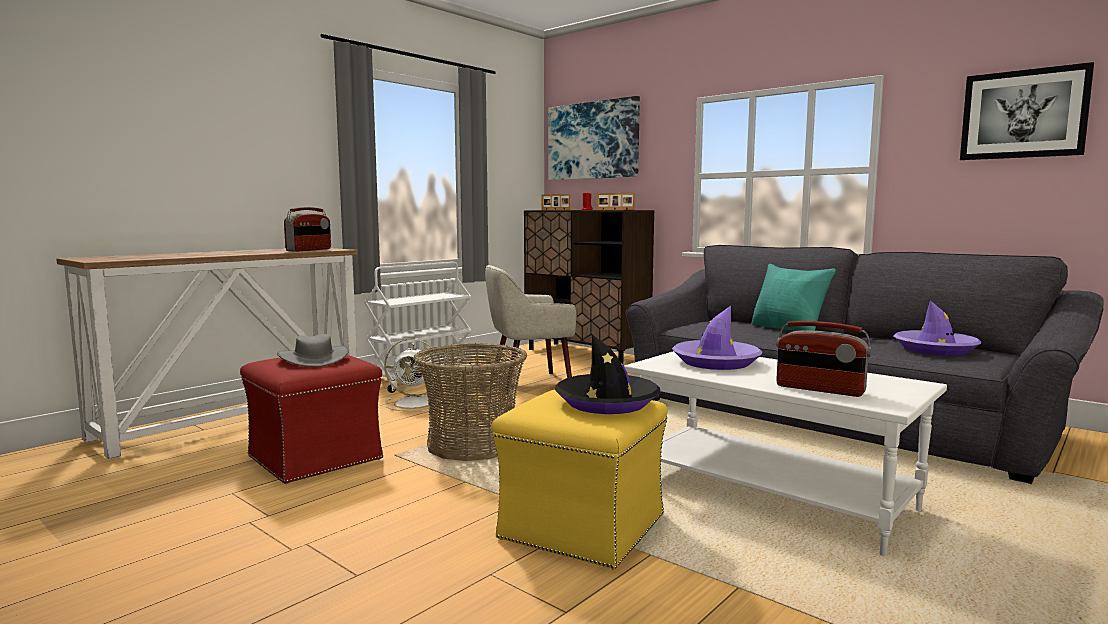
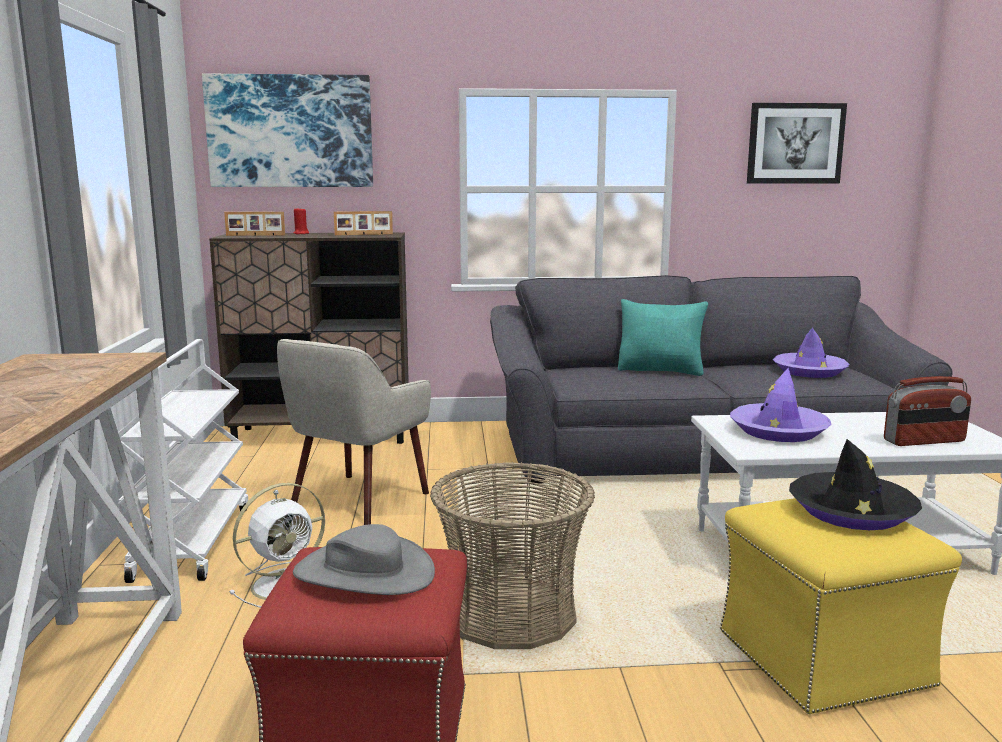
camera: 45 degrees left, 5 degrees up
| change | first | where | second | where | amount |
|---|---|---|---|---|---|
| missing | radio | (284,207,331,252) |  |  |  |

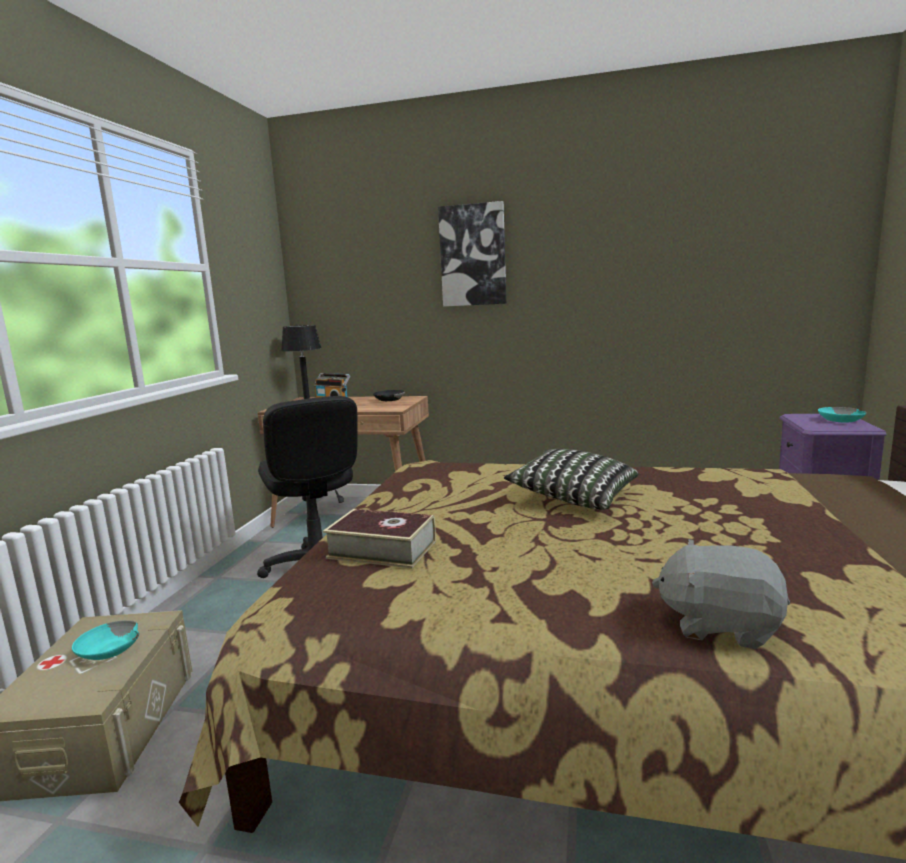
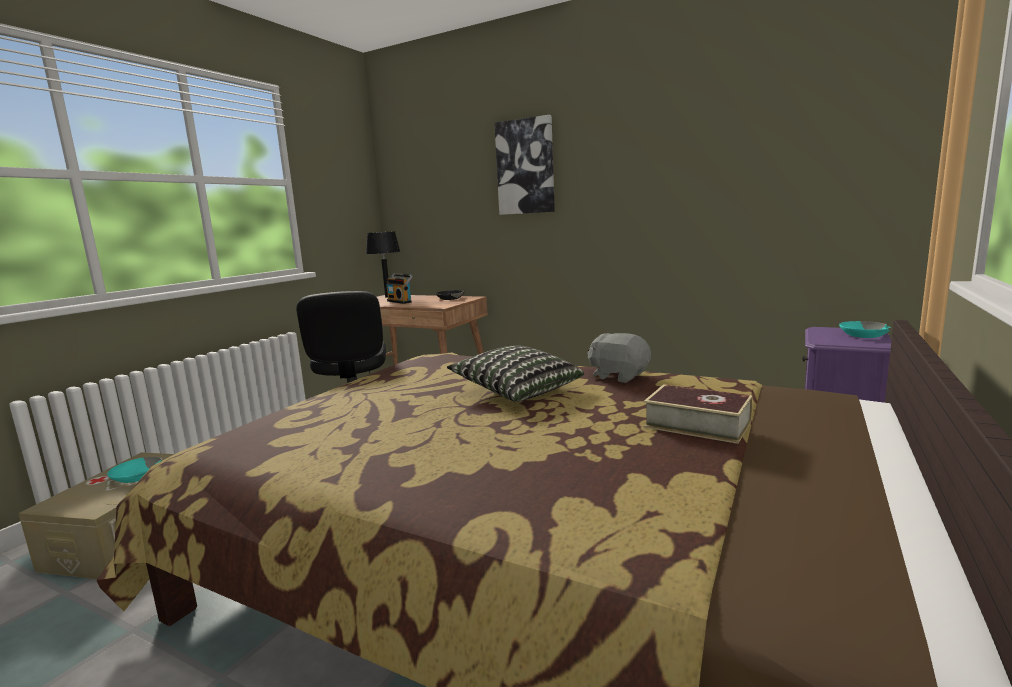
camera: 15 degrees right, 0 degrees up
| change | first | where | second | where | amount |
|---|---|---|---|---|---|
| relocated | grey plush toy | (652,539,790,649) |  | (587,333,651,383) |  |
| relocated | book | (323,509,436,568) |  | (644,384,753,444) |  |

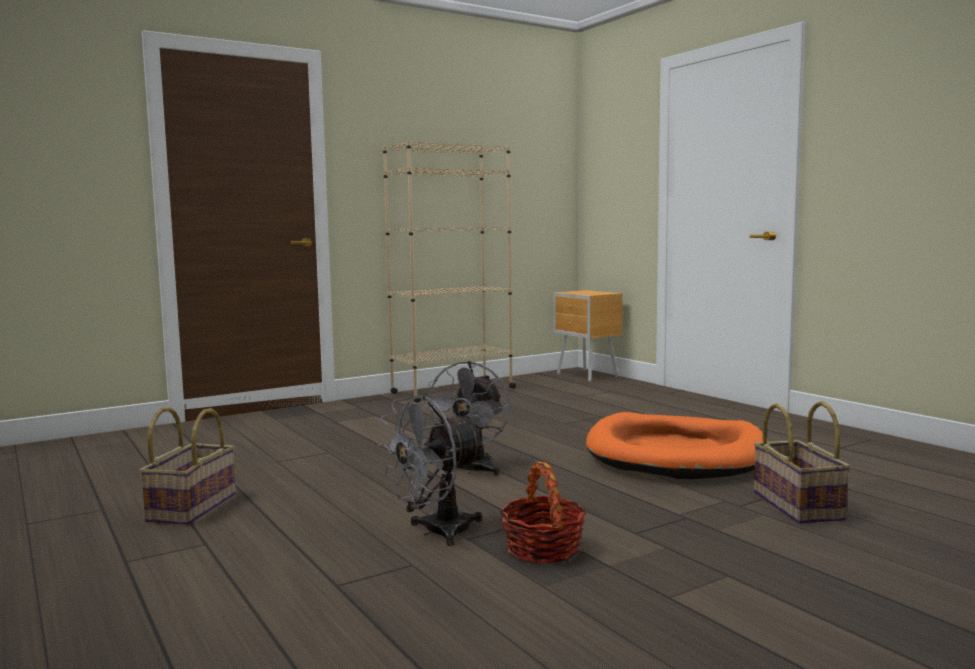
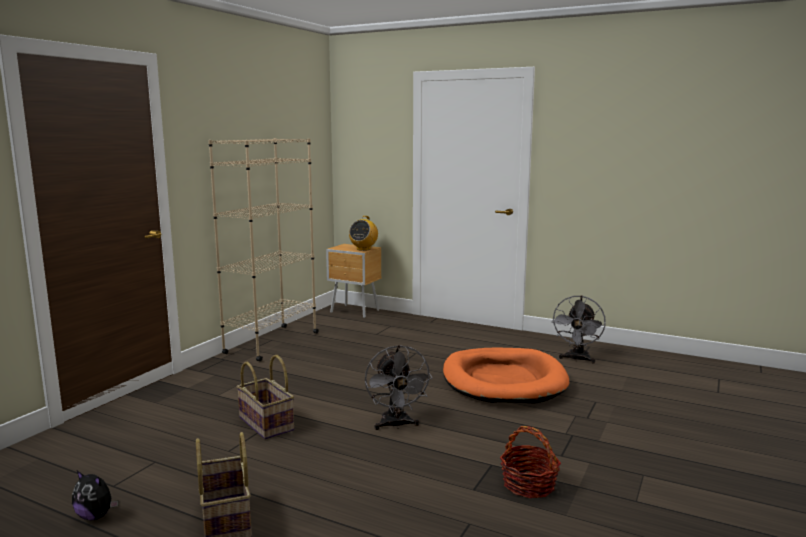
camera: 30 degrees left, 5 degrees up
| change | first | where | second | where | amount |
|---|---|---|---|---|---|
| appeared |  |  | plush toy | (72,471,118,520) |  |
| relocated | basket | (754,401,850,524) |  | (237,355,294,439) |  |
| appeared |  |  | radio | (349,216,378,251) |  |
| relocated | grey fan | (378,395,486,546) |  | (552,295,606,364) |  |

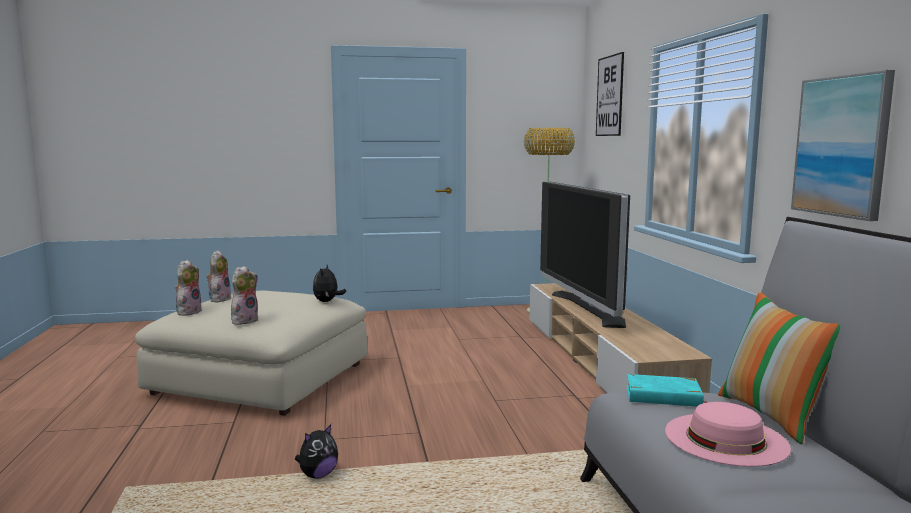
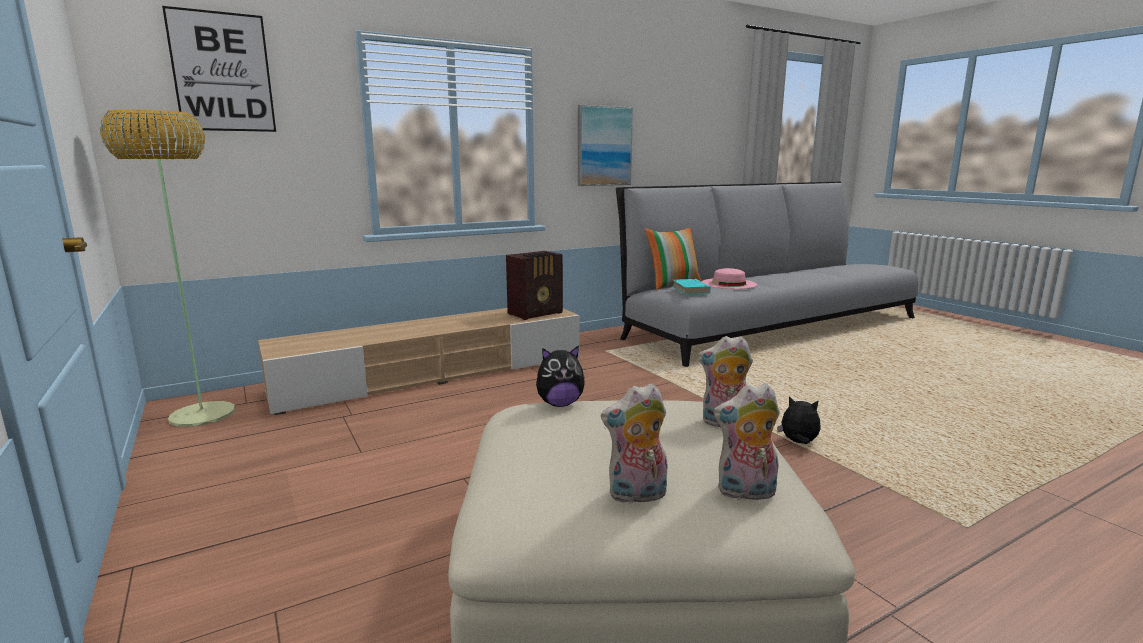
camera: 110 degrees left, 5 degrees up
| change | first | where | second | where | amount |
|---|---|---|---|---|---|
| appeared |  |  | radio | (506,251,563,320) |  |
| missing | television | (540,182,630,328) |  |  |  |

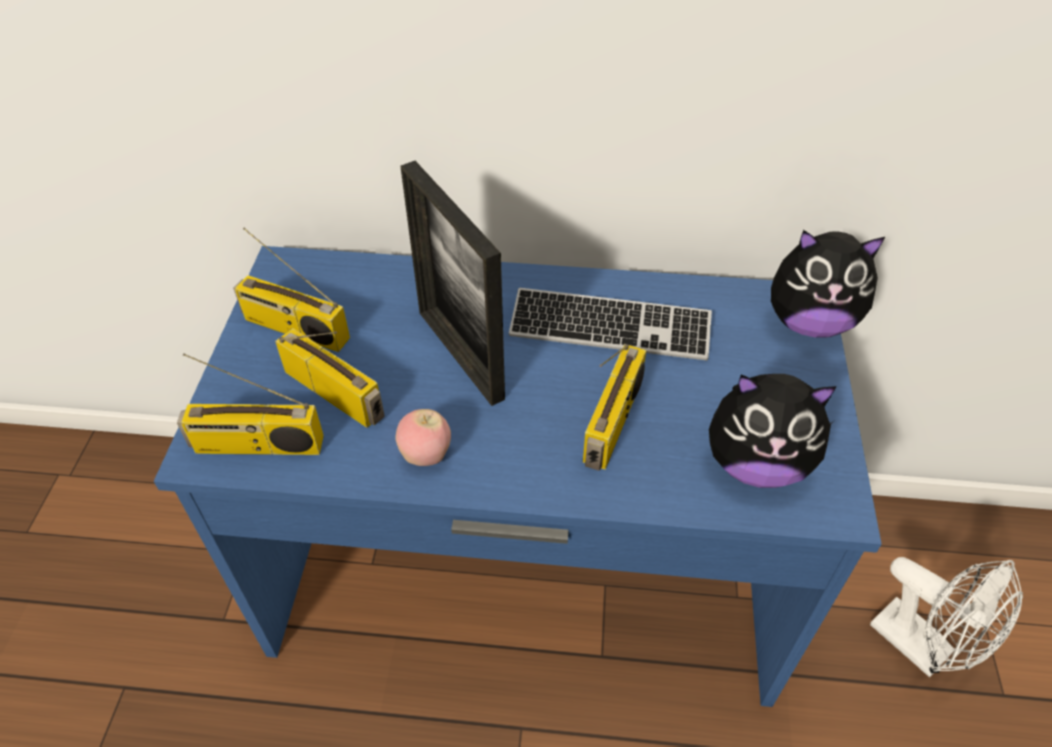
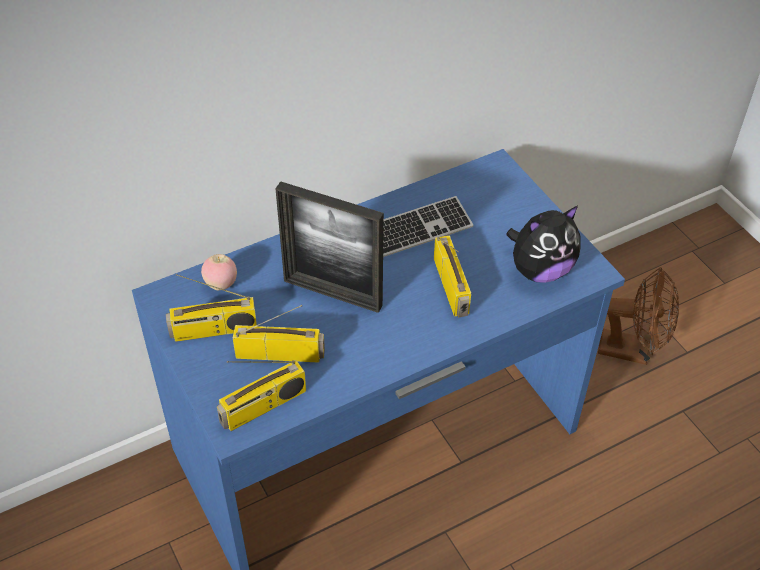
camera: 35 degrees left, 0 degrees up
| change | first | where | second | where | amount |
|---|---|---|---|---|---|
| relocated | apple | (395,409,451,466) |  | (201,254,237,290) |  |
| colour | white fan | (870,557,1023,677) | brown fan | (598,267,679,365) |  |
| missing | plush toy | (771,230,885,338) |  |  |  |

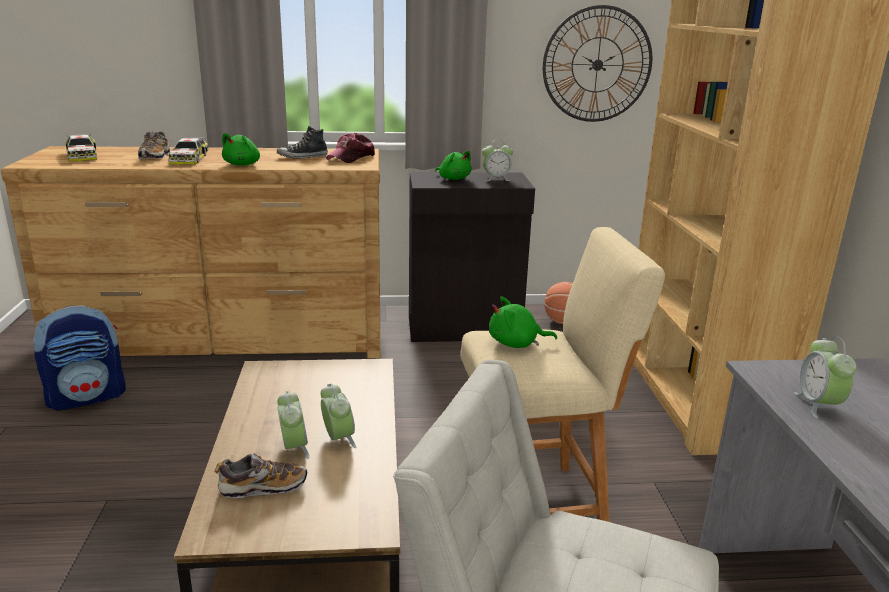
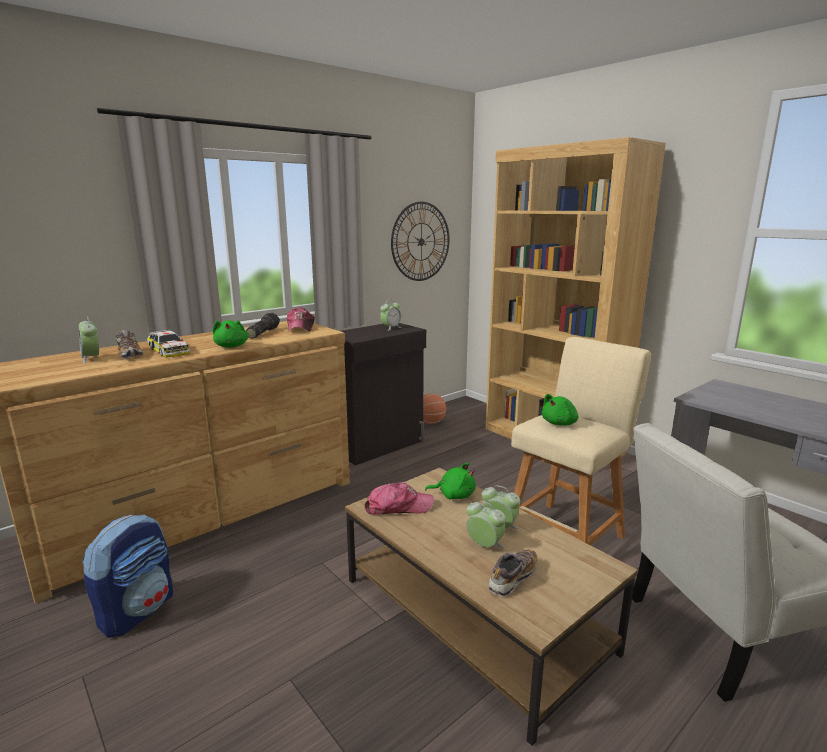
camera: 35 degrees left, 5 degrees down
| change | first | where | second | where | amount |
|---|---|---|---|---|---|
| relocated | alarm clock | (794,336,857,419) |  | (79,317,99,363) |  |
| exchanged | shoe | (277,126,328,159) | flashlight | (246,313,280,338) |  |
| appeared |  |  | cap | (365,482,434,515) |  |
| relocated | green plush toy | (435,151,472,180) |  | (425,463,476,499) |  |
| missing | toy car | (66,134,97,162) |  |  |  |

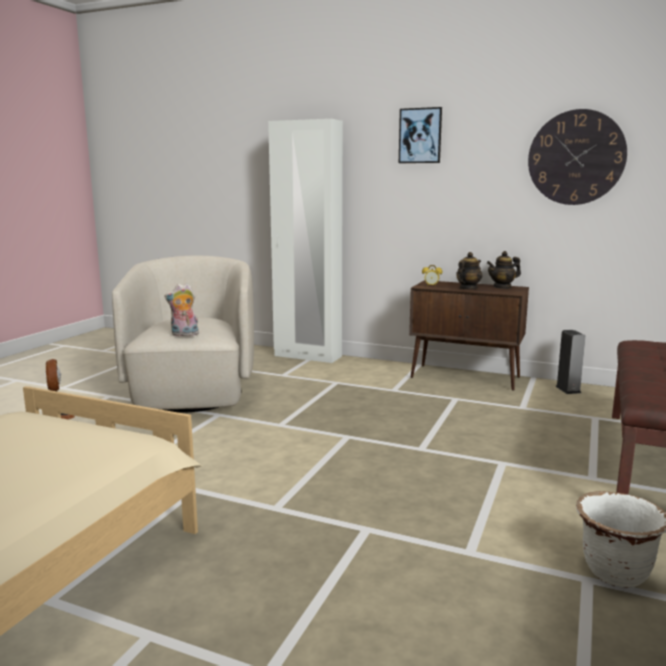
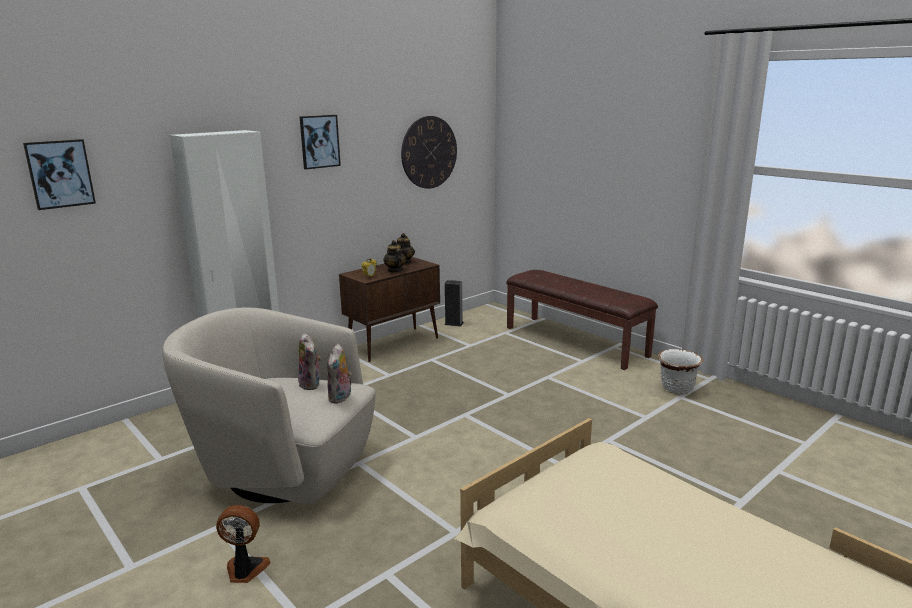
camera: 65 degrees left, 5 degrees up
| change | first | where | second | where | amount |
|---|---|---|---|---|---|
| appeared |  |  | picture | (23,139,96,210) |  |
| appeared |  |  | plush toy | (298,333,321,390) |  |

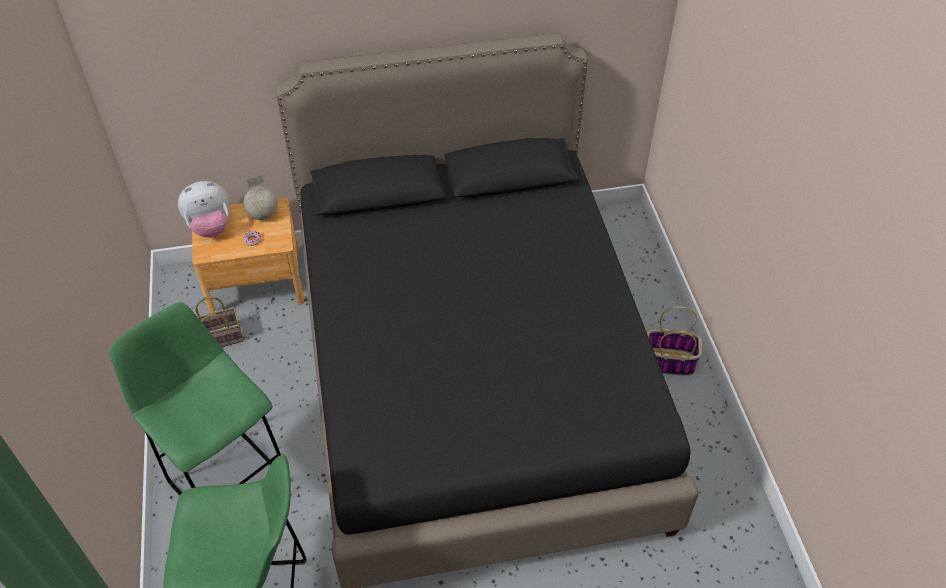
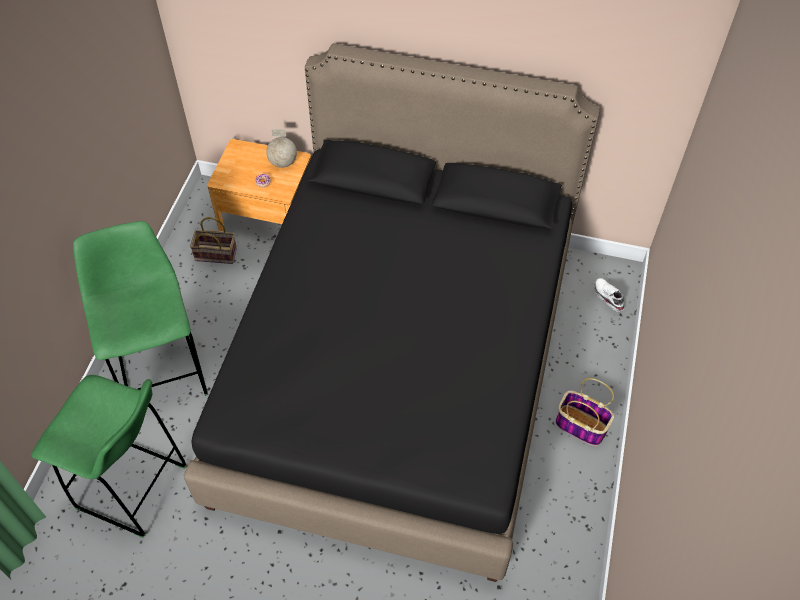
camera: 25 degrees right, 5 degrees up
| change | first | where | second | where | amount |
|---|---|---|---|---|---|
| appeared |  |  | white shoe | (595,278,624,312) |  |
| missing | plush toy | (178,181,229,238) |  |  |  |

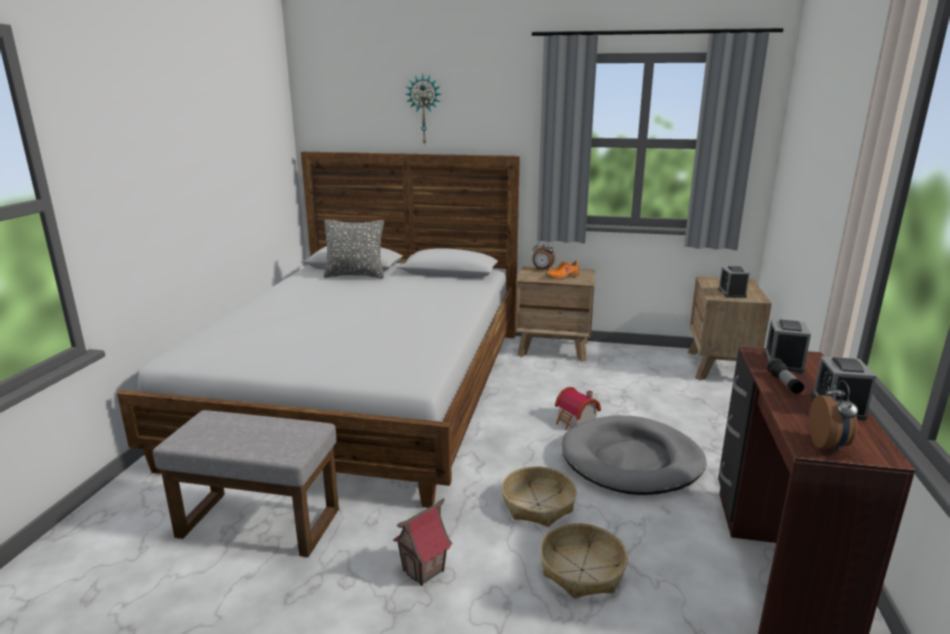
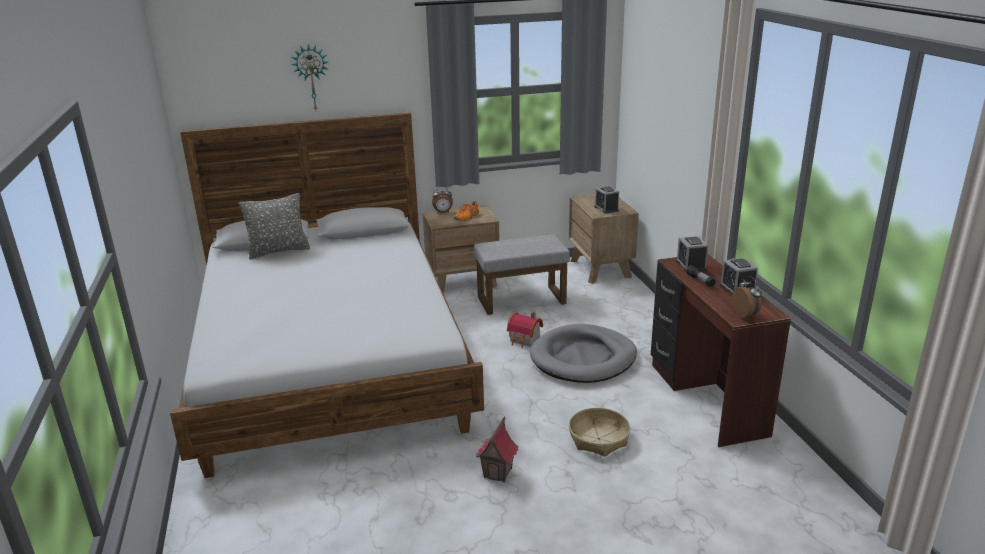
camera: 25 degrees left, 5 degrees up
| change | first | where | second | where | amount |
|---|---|---|---|---|---|
| relocated | grey ottoman | (153,410,339,557) |  | (474,235,570,315) |  |
| missing | basket | (501,466,577,527) |  |  |  |

